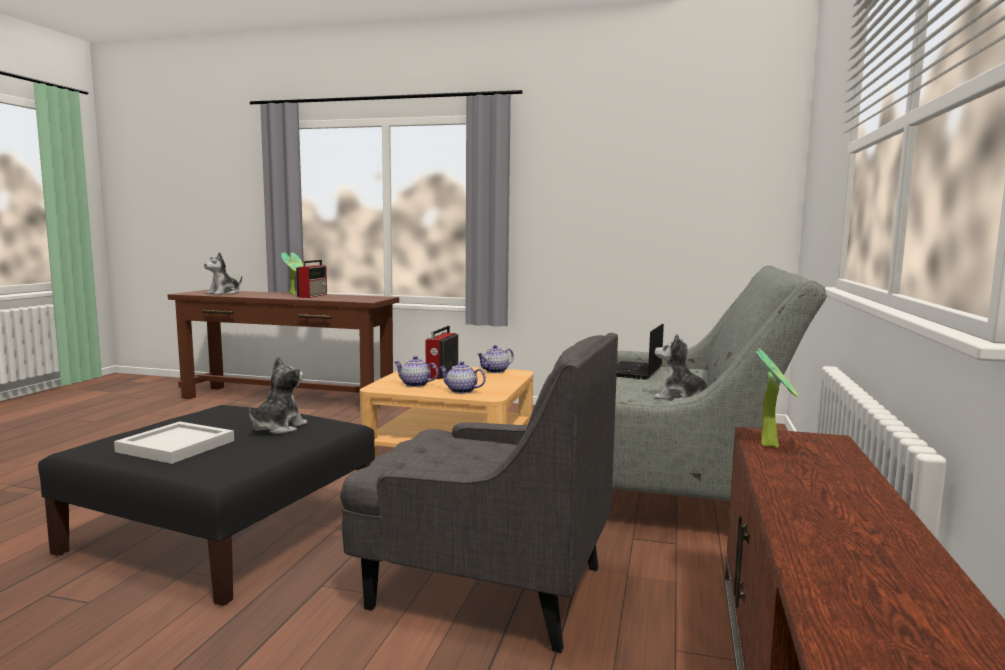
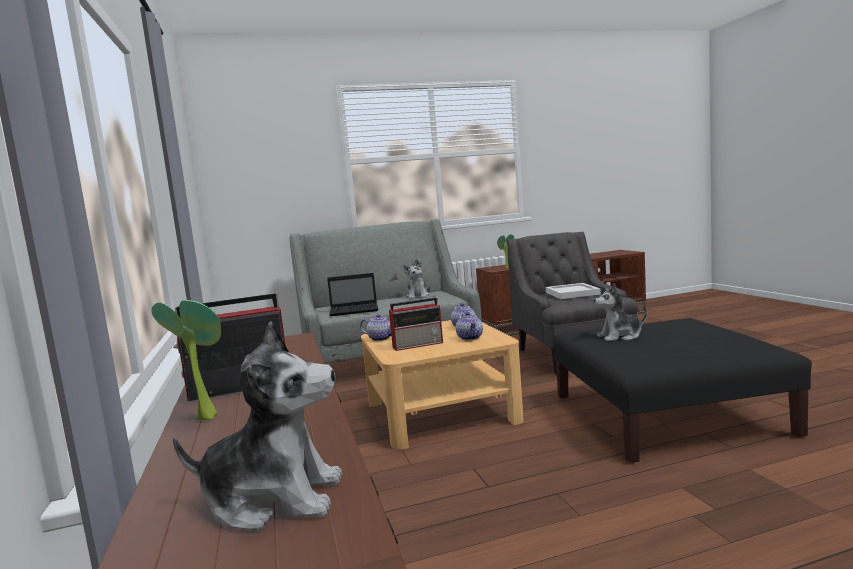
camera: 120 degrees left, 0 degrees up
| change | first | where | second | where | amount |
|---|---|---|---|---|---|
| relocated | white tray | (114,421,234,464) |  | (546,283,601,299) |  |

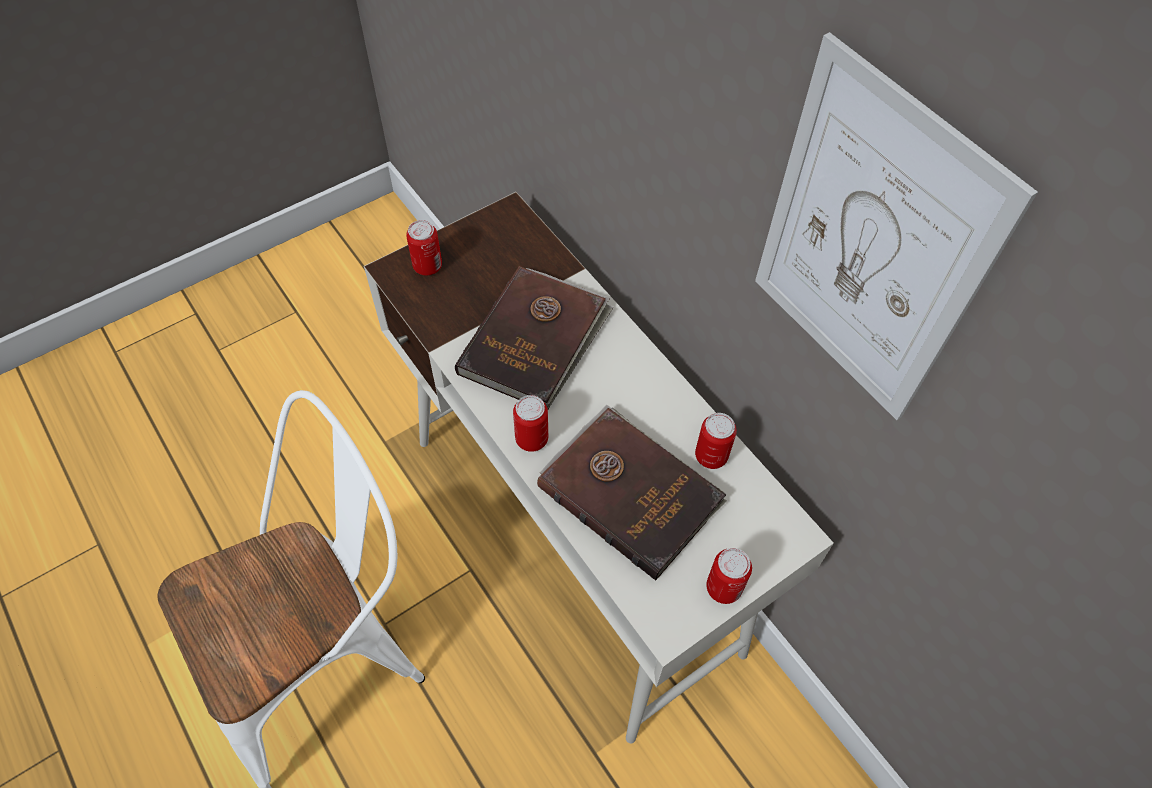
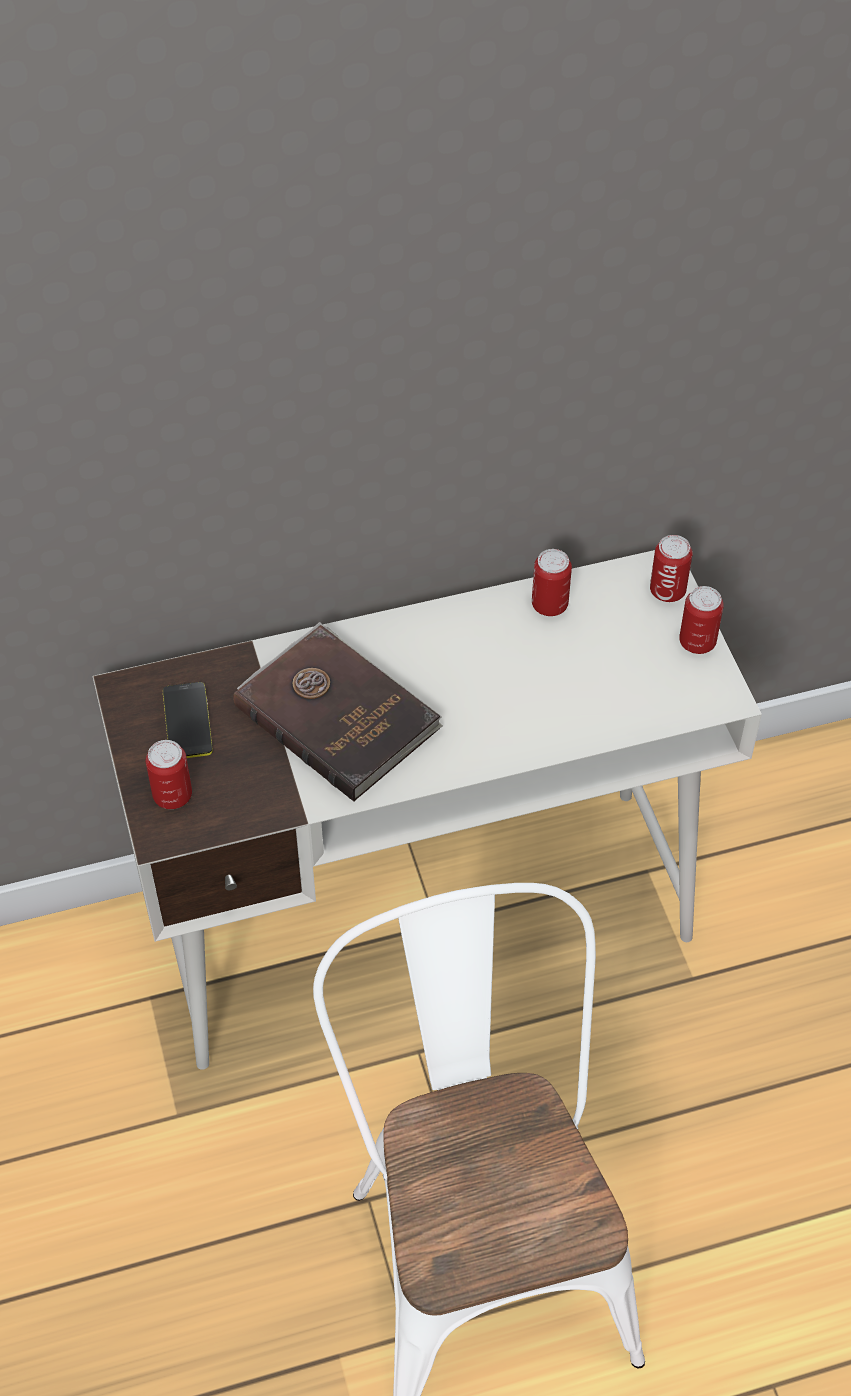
camera: 70 degrees left, 5 degrees down
| change | first | where | second | where | amount |
|---|---|---|---|---|---|
| appeared |  |  | phone | (163,682,213,758) |  |
| relocated | can | (513,395,548,452) |  | (650,535,693,602) |  |
| missing | brown book | (537,405,727,581) |  |  |  |
| missing | picture | (755,32,1038,420) |  |  |  |

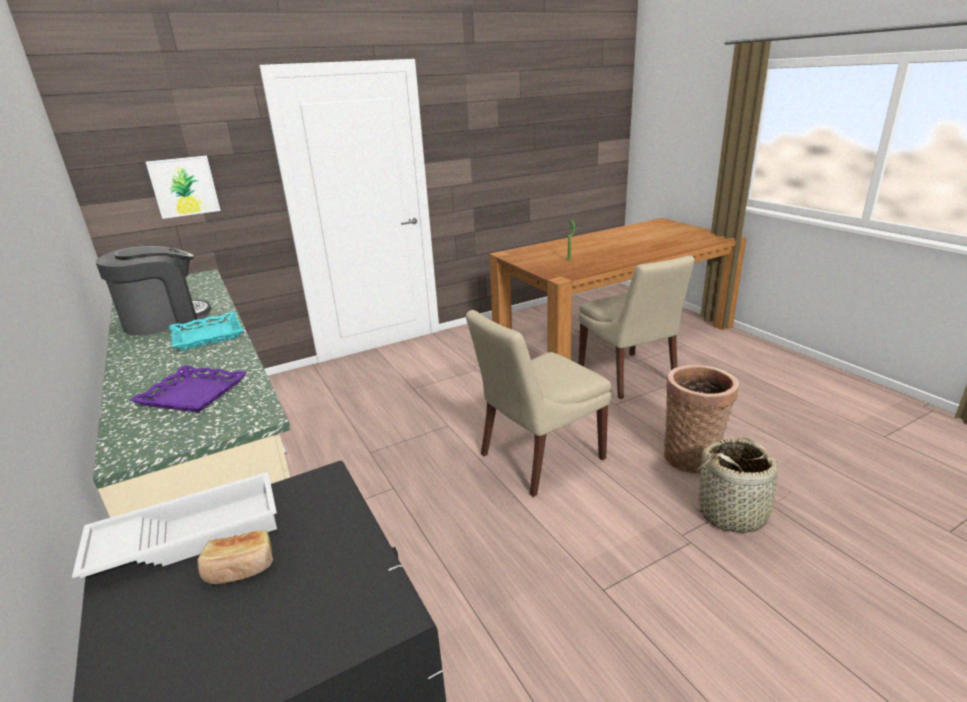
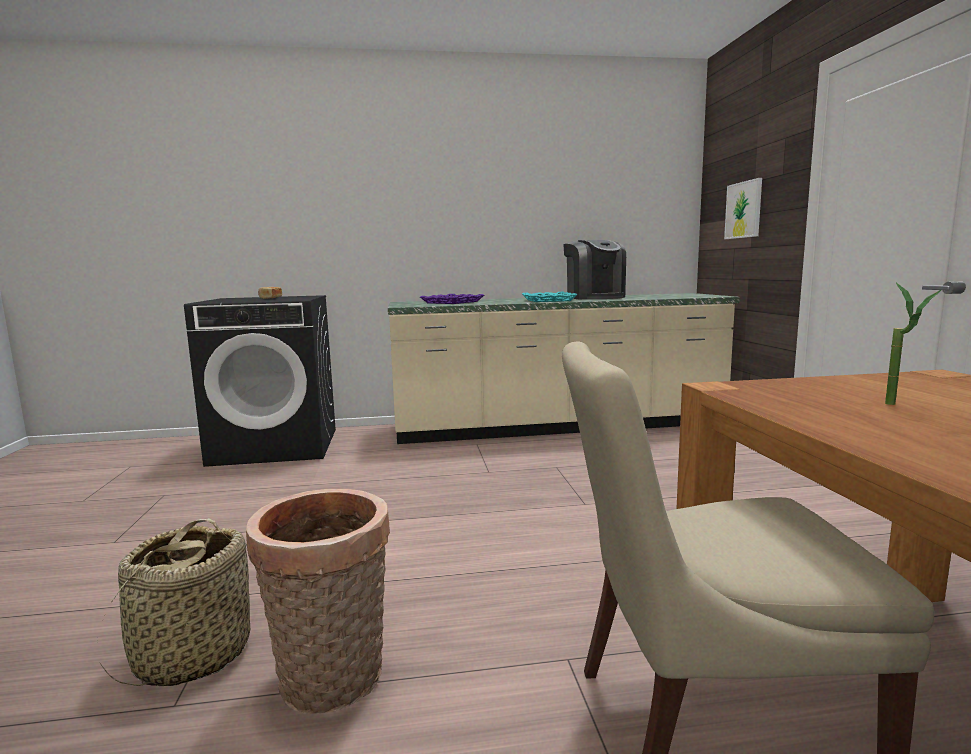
camera: 110 degrees right, 15 degrees down
| change | first | where | second | where | amount |
|---|---|---|---|---|---|
| missing | white tray | (72,472,277,578) |  |  |  |
| missing | beige chair | (466,310,611,497) |  |  |  |

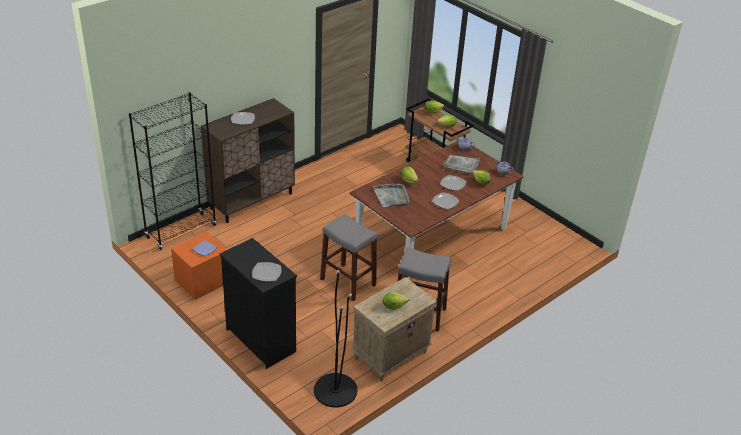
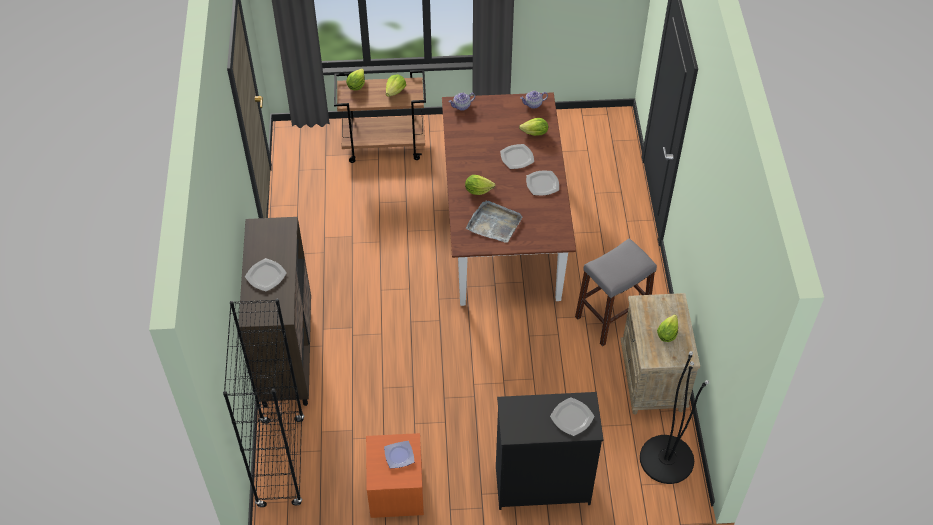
camera: 50 degrees left, 15 degrees up
| change | first | where | second | where | amount |
|---|---|---|---|---|---|
| missing | grey stool | (320,214,378,301) |  |  |  |
| missing | grey tray | (443,155,480,174) |  |  |  |

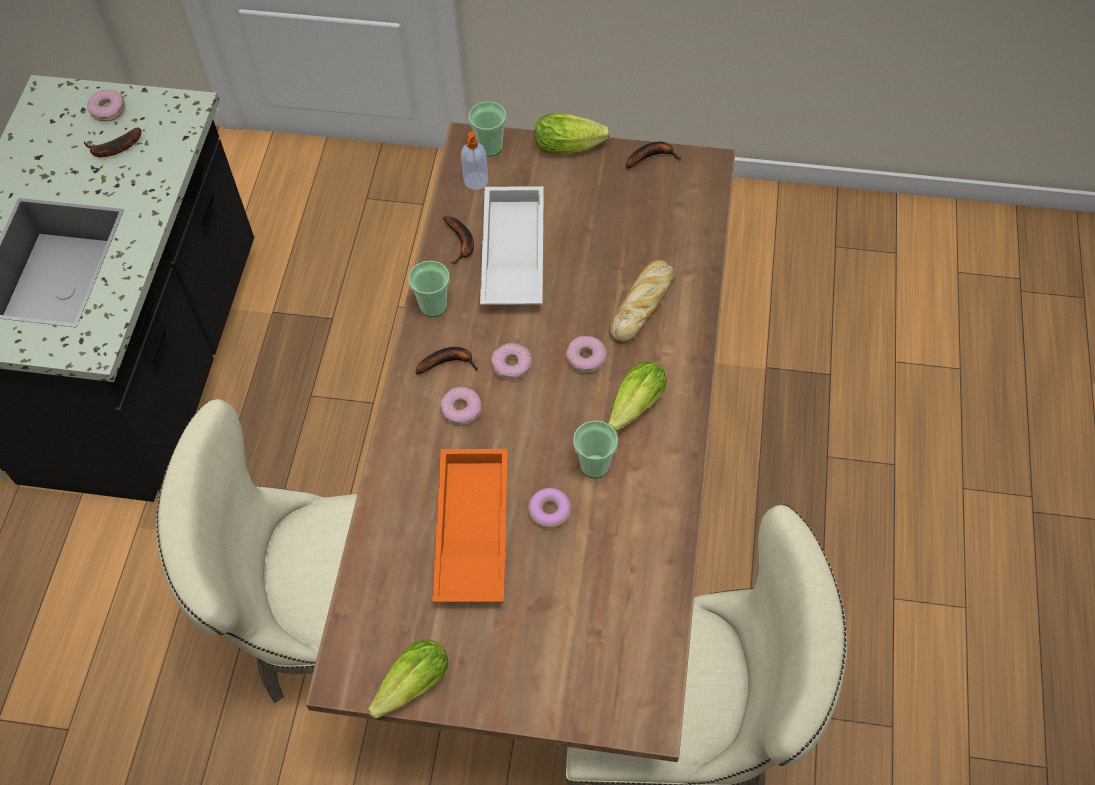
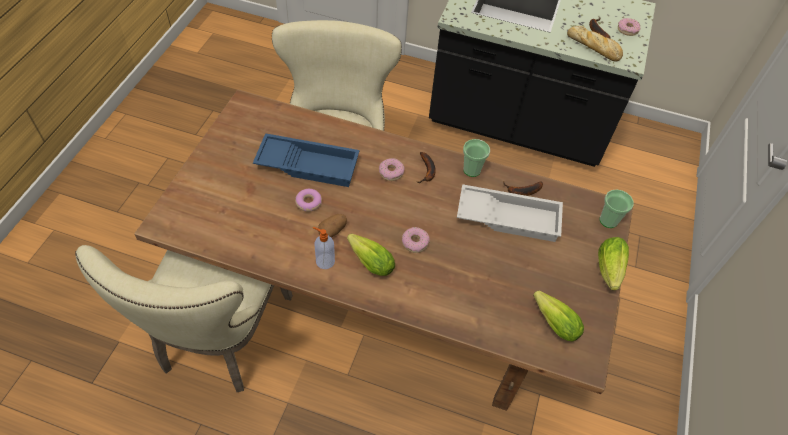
camera: 95 degrees right, 5 degrees down
| change | first | where | second | where | amount |
|---|---|---|---|---|---|
| colour | orange tray | (432,449,508,602) | blue tray | (253,133,360,187) |  |
| relocated | soap dispenser | (461,132,488,190) |  | (313,227,335,269) |  |
| exchanged | cup | (573,420,618,478) | potato | (318,214,347,238) |  |
| relocated | lettuce | (368,639,448,719) |  | (533,290,584,342) |  |
| relocated | bread | (609,260,675,344) |  | (567,26,623,62) |  |
| missing | donut | (491,343,532,380) |  |  |  |
| missing | banana | (626,141,681,169) |  |  |  |

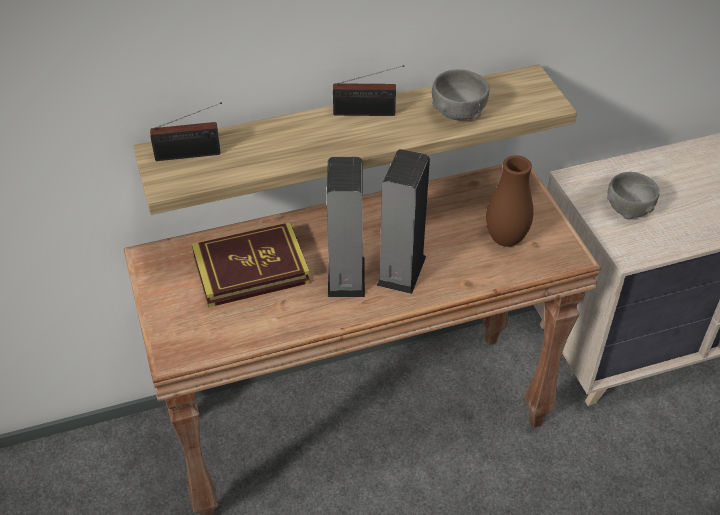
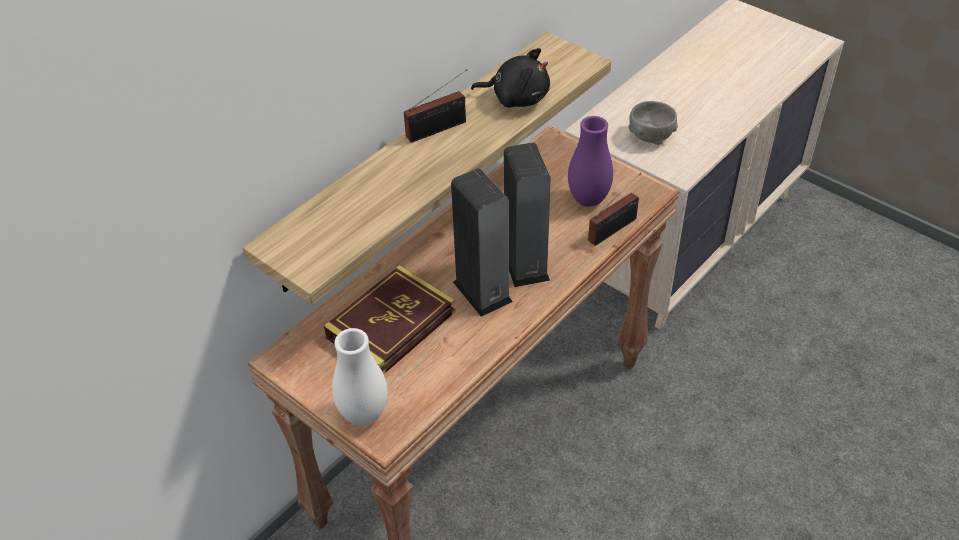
camera: 30 degrees left, 0 degrees up
| change | first | where | second | where | amount |
|---|---|---|---|---|---|
| appeared |  |  | white vase | (332,328,388,426) |  |
| exchanged | grey bowl | (432,69,489,120) | black plush toy | (471,48,550,108) |  |
| colour | brown vase | (486,155,534,247) | purple vase | (568,116,613,207) |  |
| relocated | radio | (150,102,222,161) |  | (588,173,641,246) |  |

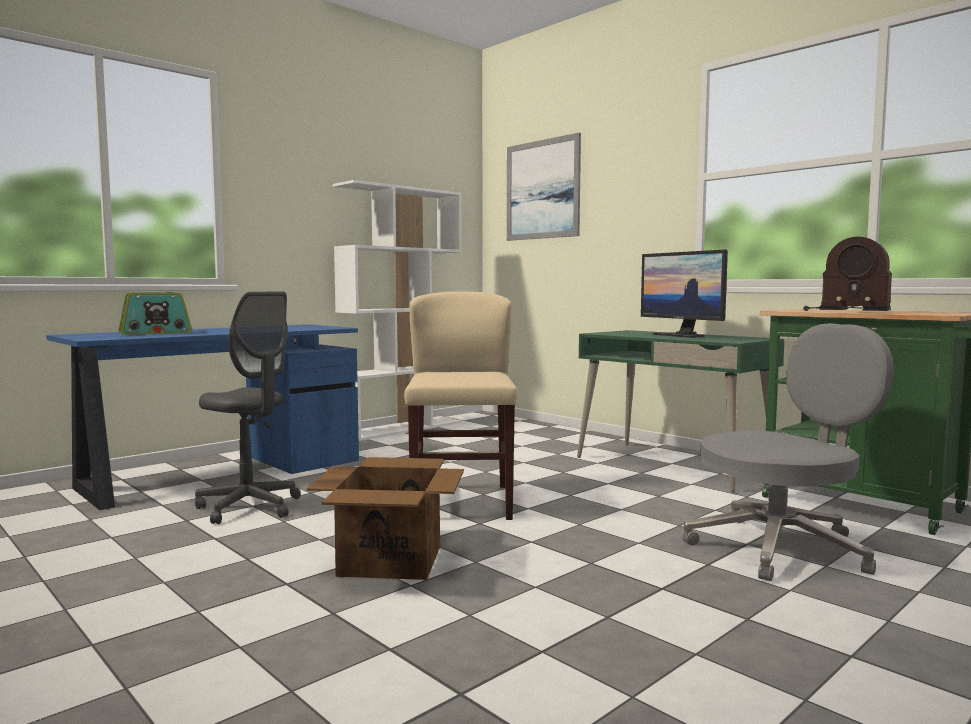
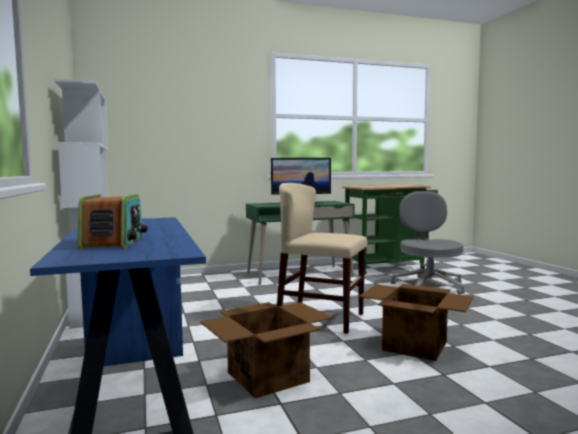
camera: 65 degrees left, 0 degrees up
| change | first | where | second | where | amount |
|---|---|---|---|---|---|
| exchanged | grey office chair | (195,292,301,524) | cardboard box | (200,302,333,399) |  |
| missing | picture | (507,133,581,241) |  |  |  |
| missing | radio | (803,237,892,311) |  |  |  |

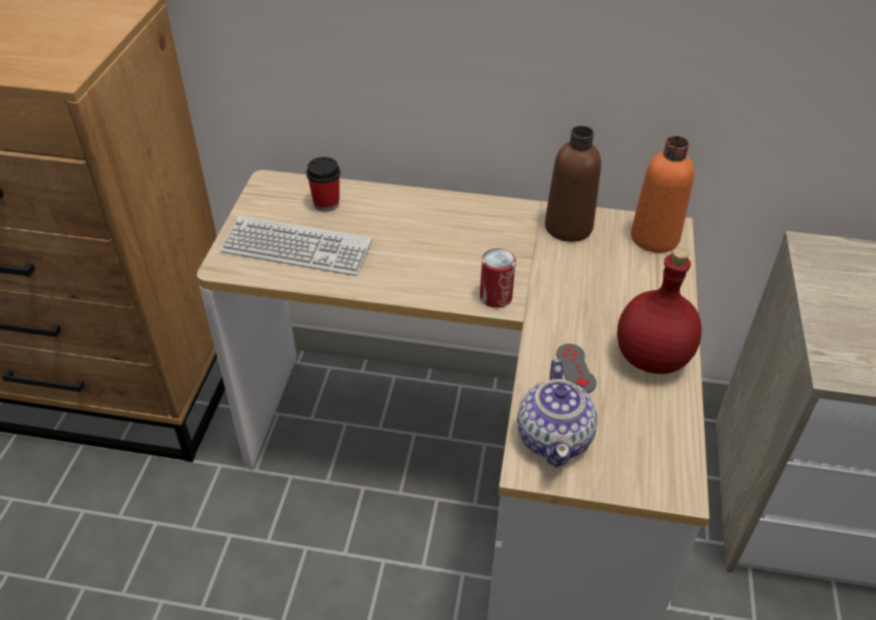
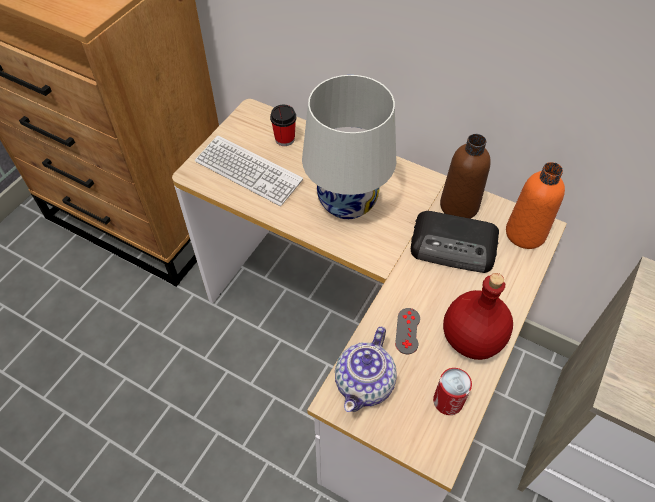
camera: 20 degrees right, 10 degrees up
| change | first | where | second | where | amount |
|---|---|---|---|---|---|
| appeared |  |  | white table lamp | (302,75,396,219) |  |
| appeared |  |  | radio | (411,211,499,273) |  |
| relocated | can | (480,248,516,308) |  | (433,368,472,415) |  |

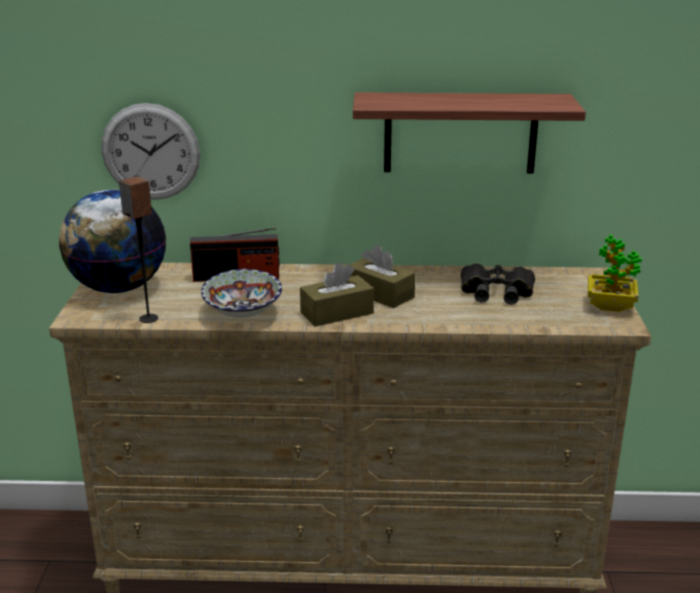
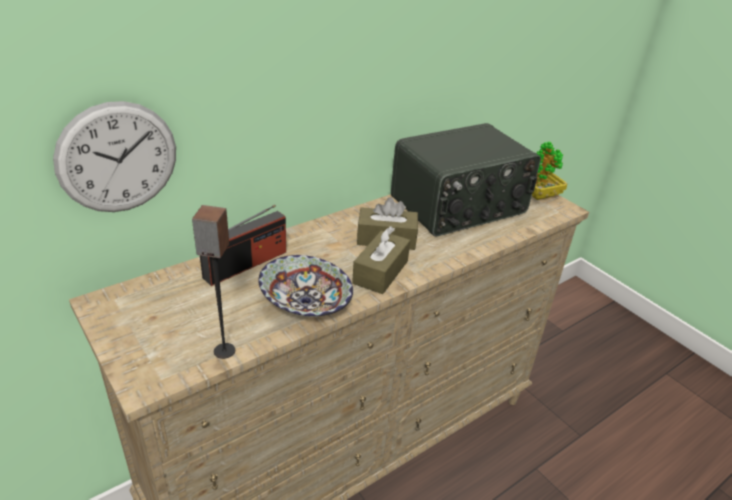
camera: 40 degrees left, 10 degrees up
| change | first | where | second | where | amount |
|---|---|---|---|---|---|
| exchanged | black binoculars | (461,263,535,305) | radio | (391,123,541,237) |  |
| missing | globe | (59,190,166,293) |  |  |  |
| missing | shelf | (353,92,586,173) |  |  |  |

